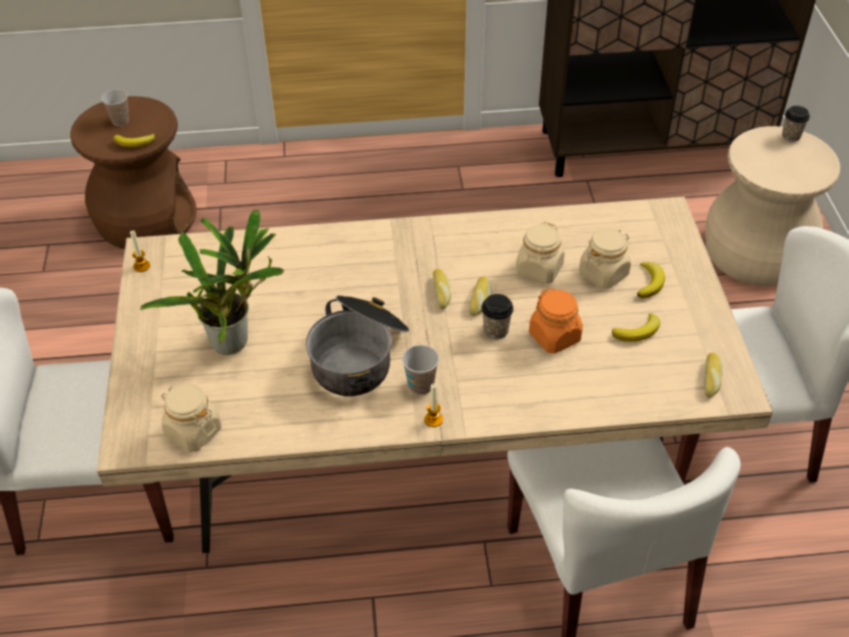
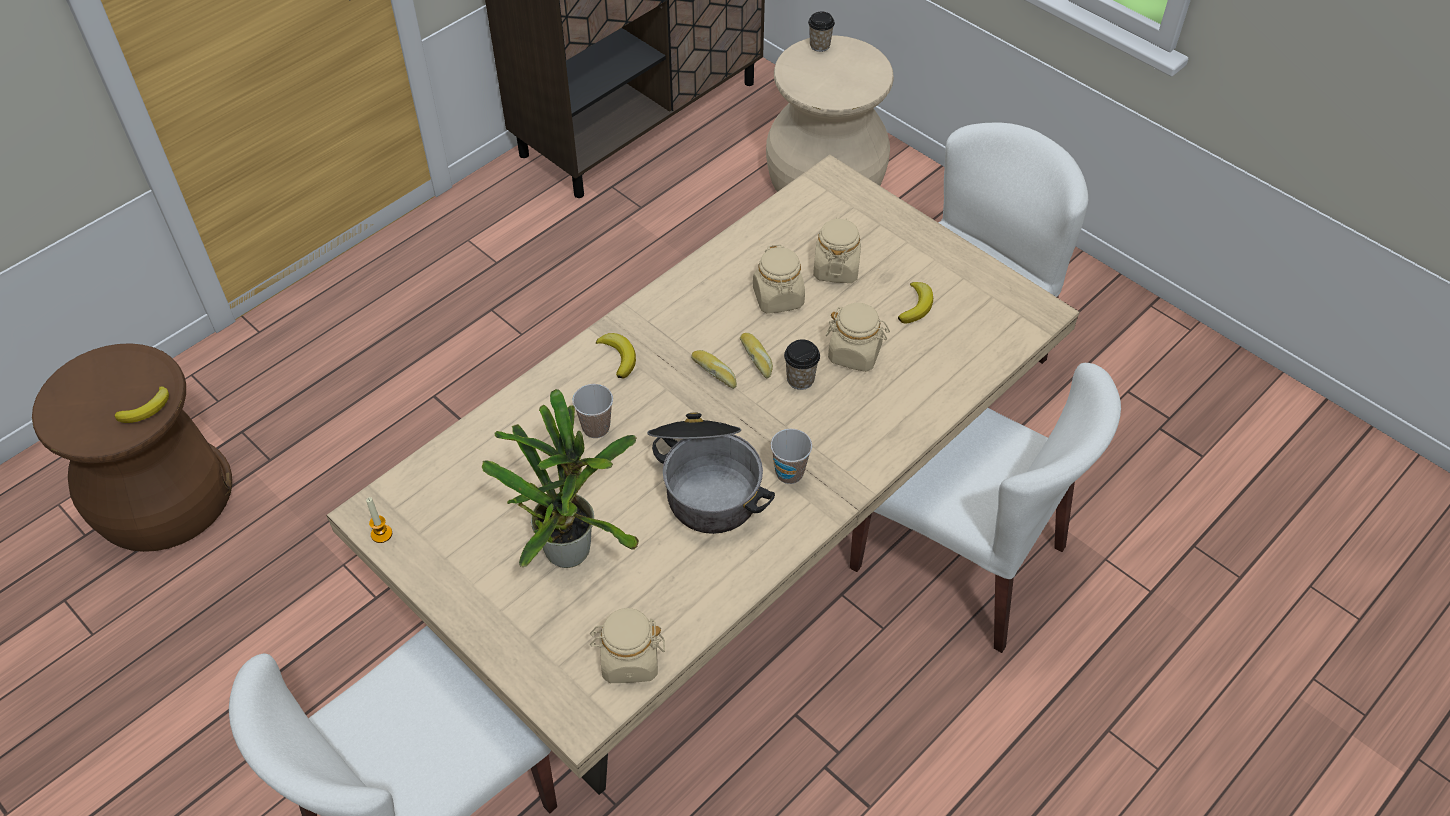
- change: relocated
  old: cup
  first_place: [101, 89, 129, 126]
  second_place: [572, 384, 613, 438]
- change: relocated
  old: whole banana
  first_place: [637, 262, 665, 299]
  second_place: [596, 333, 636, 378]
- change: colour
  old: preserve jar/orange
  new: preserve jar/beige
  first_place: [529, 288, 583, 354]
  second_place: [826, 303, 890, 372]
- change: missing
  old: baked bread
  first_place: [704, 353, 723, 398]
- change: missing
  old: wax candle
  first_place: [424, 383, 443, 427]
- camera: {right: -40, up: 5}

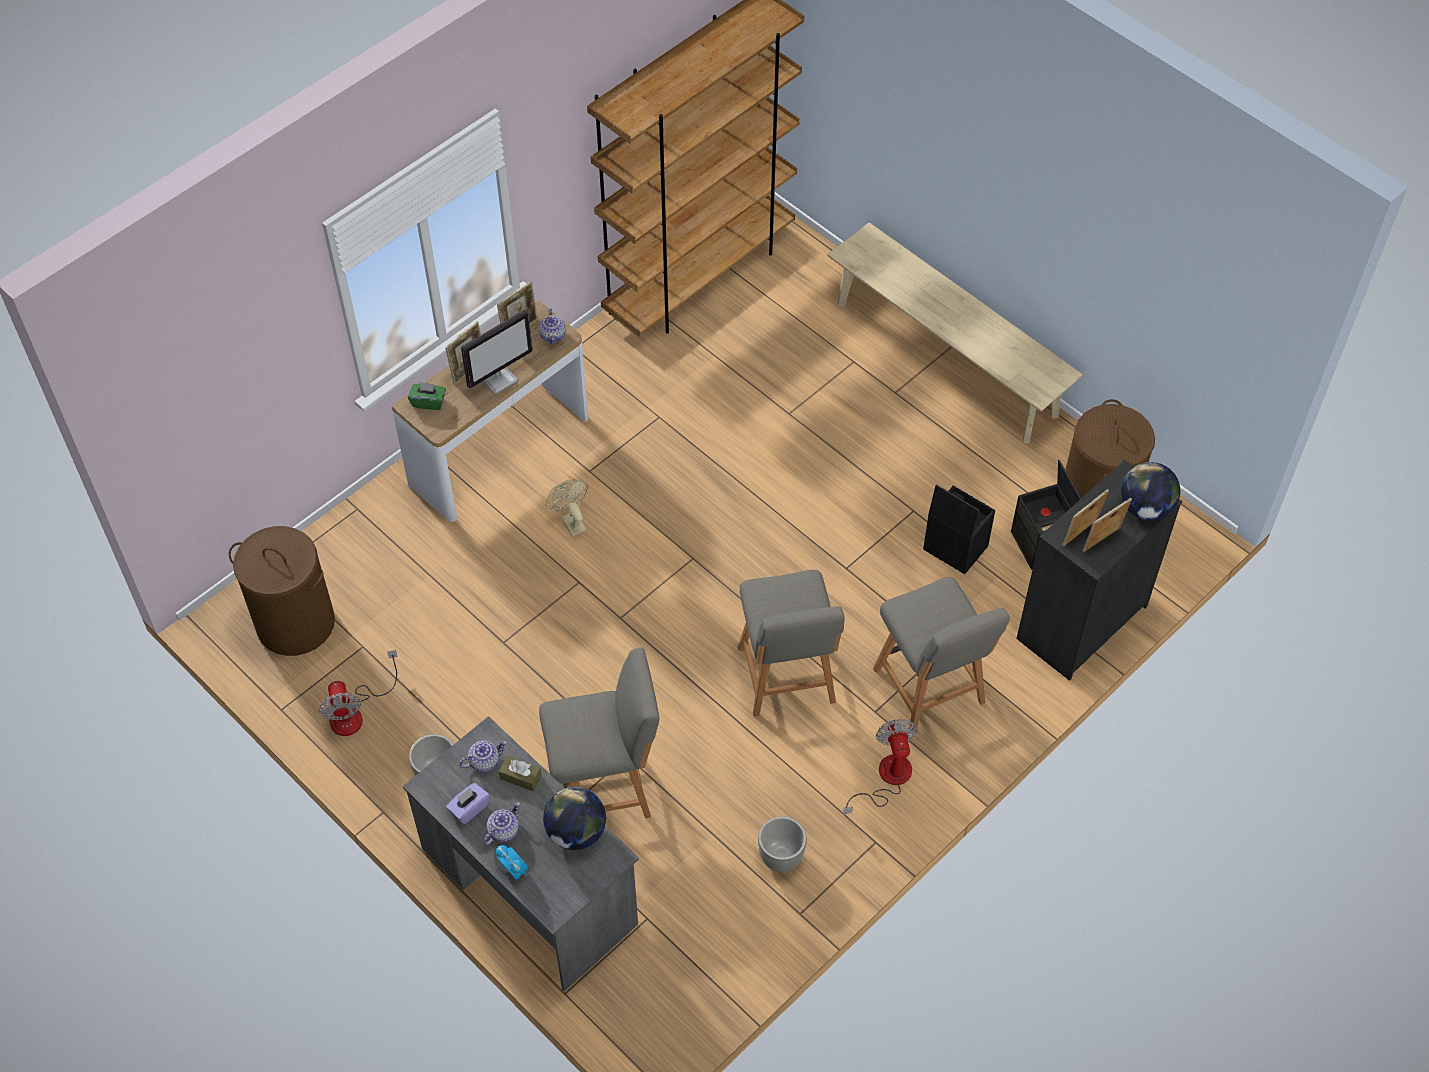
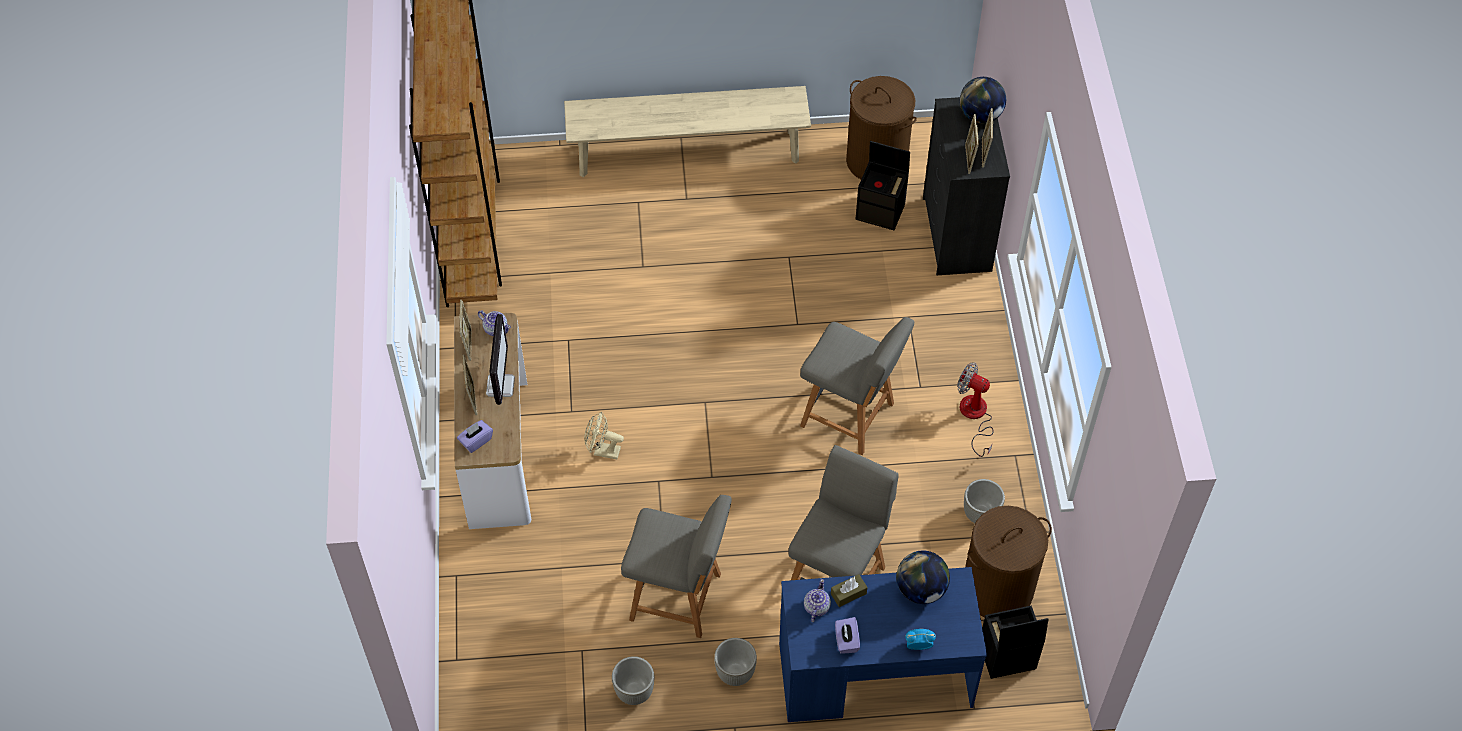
- change: colour
  old: tissue holder/green
  new: tissue holder/purple-coloured
  first_place: [408, 382, 446, 410]
  second_place: [457, 420, 493, 453]
- change: relocated
  old: storage container/black-coloured
  first_place: [923, 484, 995, 574]
  second_place: [982, 606, 1049, 679]
- change: relocated
  old: washing basket/brown-coloured
  first_place: [228, 526, 335, 656]
  second_place: [965, 506, 1052, 617]
- change: relocated
  old: chair/gray
  first_place: [873, 577, 1010, 732]
  second_place: [621, 495, 732, 638]
- change: exchanged
  old: cooling fan
  new: planter/gray
  first_place: [319, 650, 397, 736]
  second_place: [612, 656, 655, 705]
- change: colour
  old: desk/gray
  new: desk/blue
  first_place: [403, 716, 639, 991]
  second_place: [779, 567, 987, 722]
- change: missing
  old: teapot
  first_place: [484, 802, 520, 845]
- camera: {right: -50, up: 0}

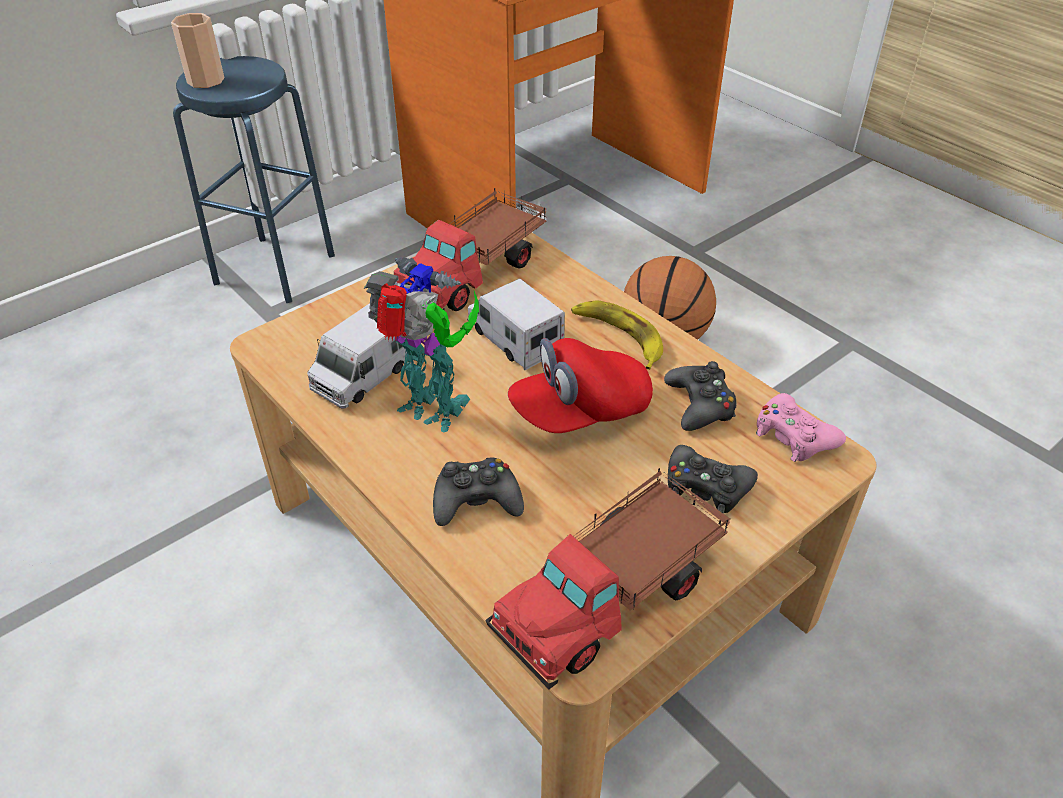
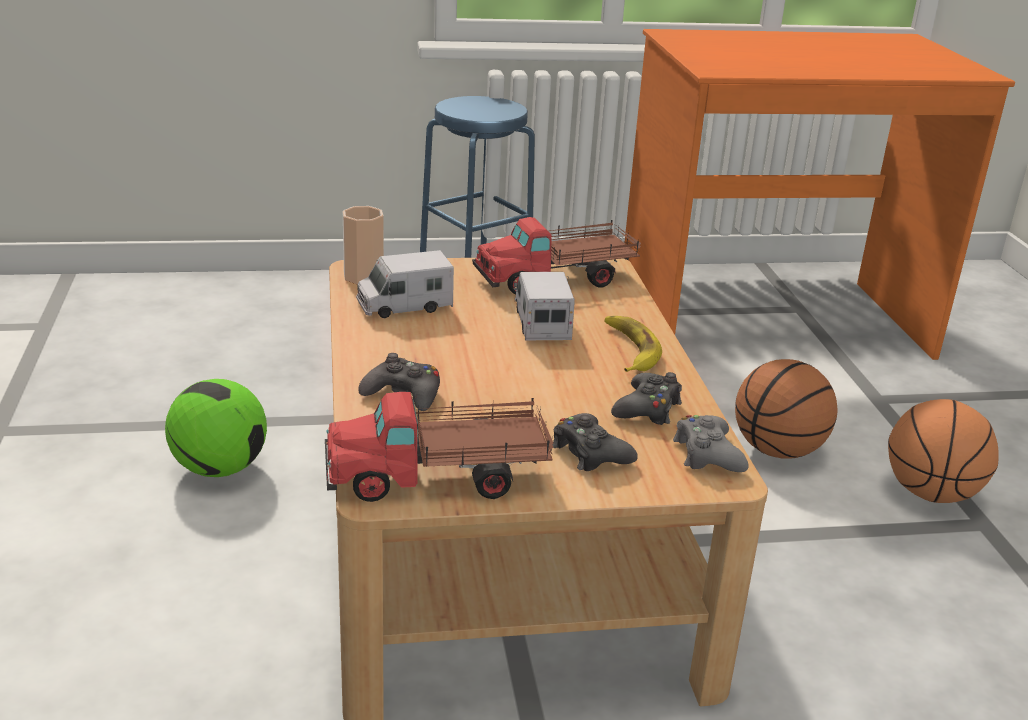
- change: relocated
  old: cup
  first_place: [171, 13, 225, 88]
  second_place: [343, 206, 384, 285]
- change: missing
  old: model robot
  first_place: [364, 257, 479, 432]
- change: missing
  old: baseball cap/red-coloured
  first_place: [508, 338, 653, 433]
- change: colour
  old: gamepad/pinkish
  new: gamepad/gray
  first_place: [756, 393, 846, 462]
  second_place: [673, 415, 748, 472]
- change: appeared
  new: ball for football
  second_place: [165, 379, 267, 477]
- change: appeared
  new: ball for basketball
  second_place: [888, 399, 999, 503]
- camera: {right: 30, up: -15}

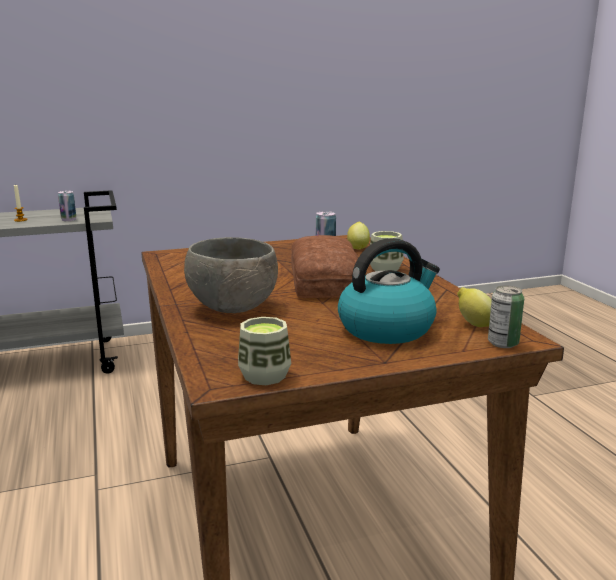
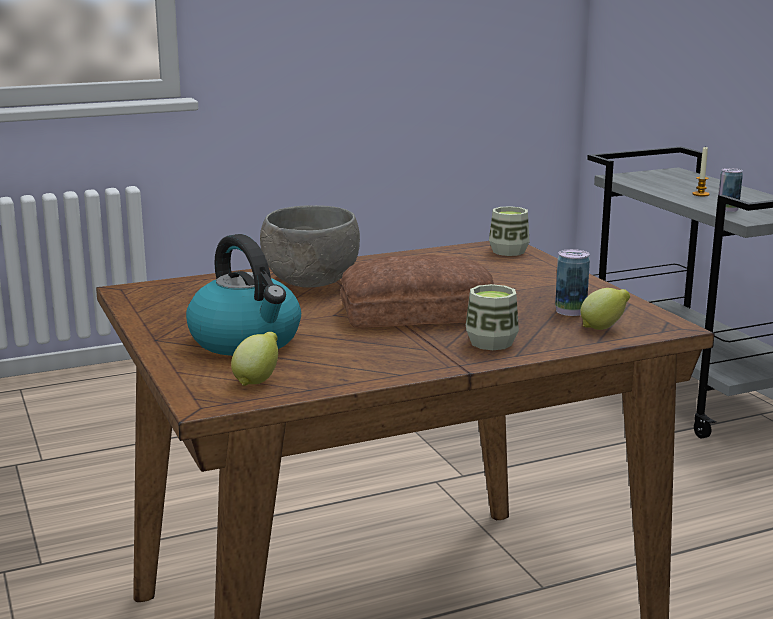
- change: missing
  old: metal can
  first_place: [488, 285, 524, 348]
- change: relocated
  old: cup
  first_place: [238, 317, 291, 385]
  second_place: [489, 206, 530, 256]
- camera: {right: 85, up: 0}

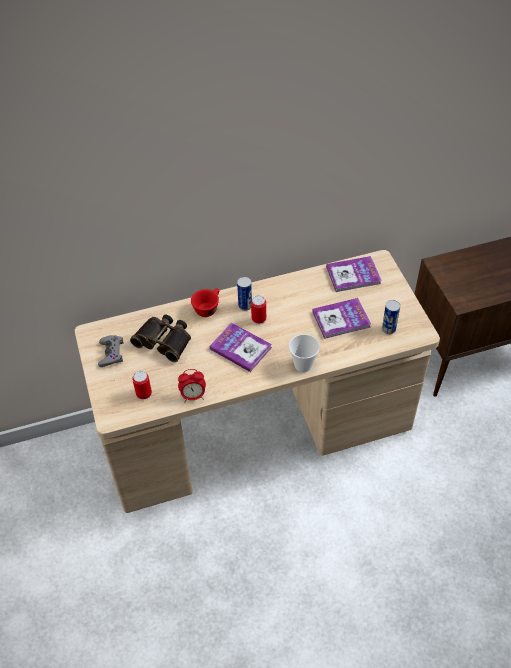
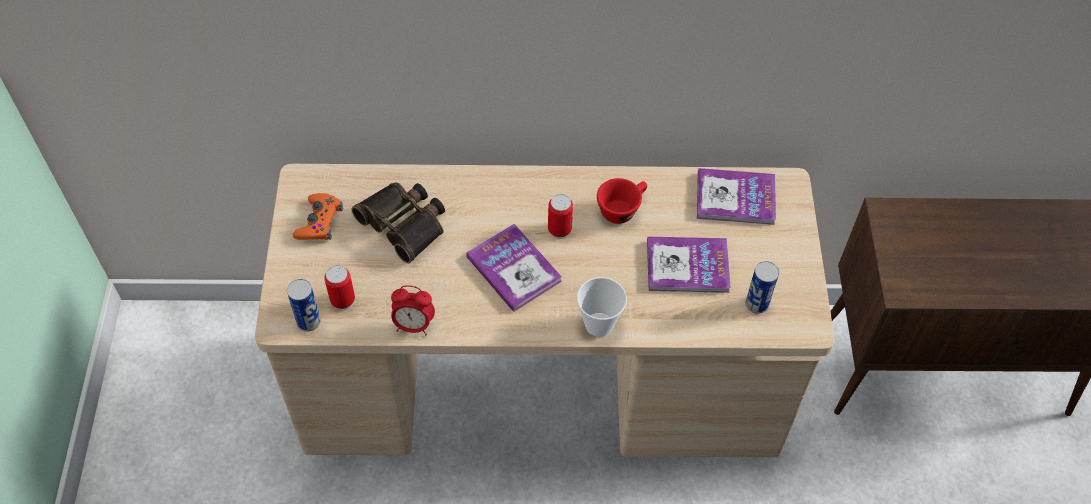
- change: relocated
  old: metal can
  first_place: [237, 277, 252, 311]
  second_place: [287, 279, 321, 331]
- change: relocated
  old: cup/red-coloured
  first_place: [191, 288, 219, 317]
  second_place: [597, 178, 647, 224]
- change: colour
  old: gamepad/gray
  new: gamepad/orange
  first_place: [98, 335, 123, 367]
  second_place: [293, 193, 343, 240]
- camera: {right: 15, up: 5}

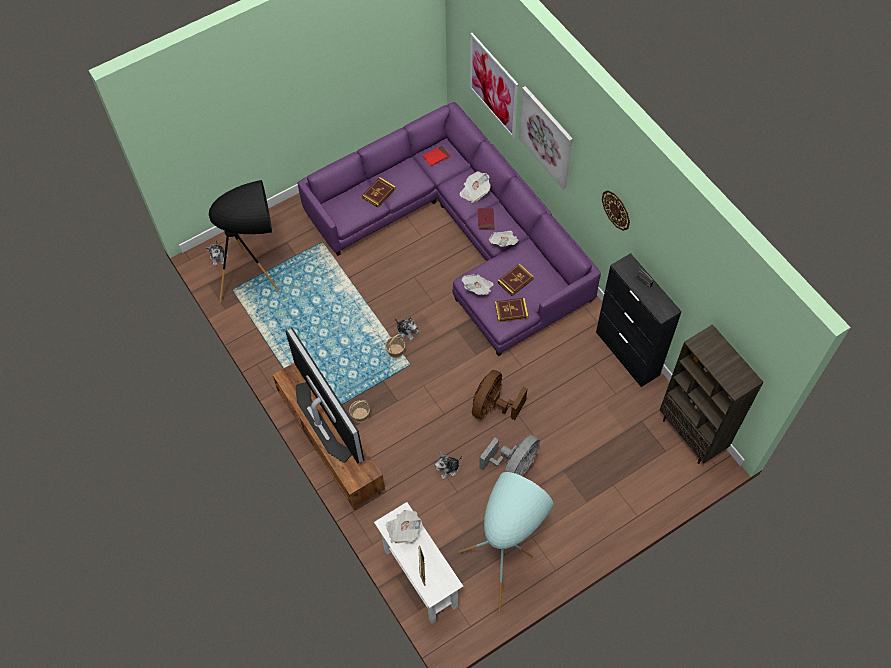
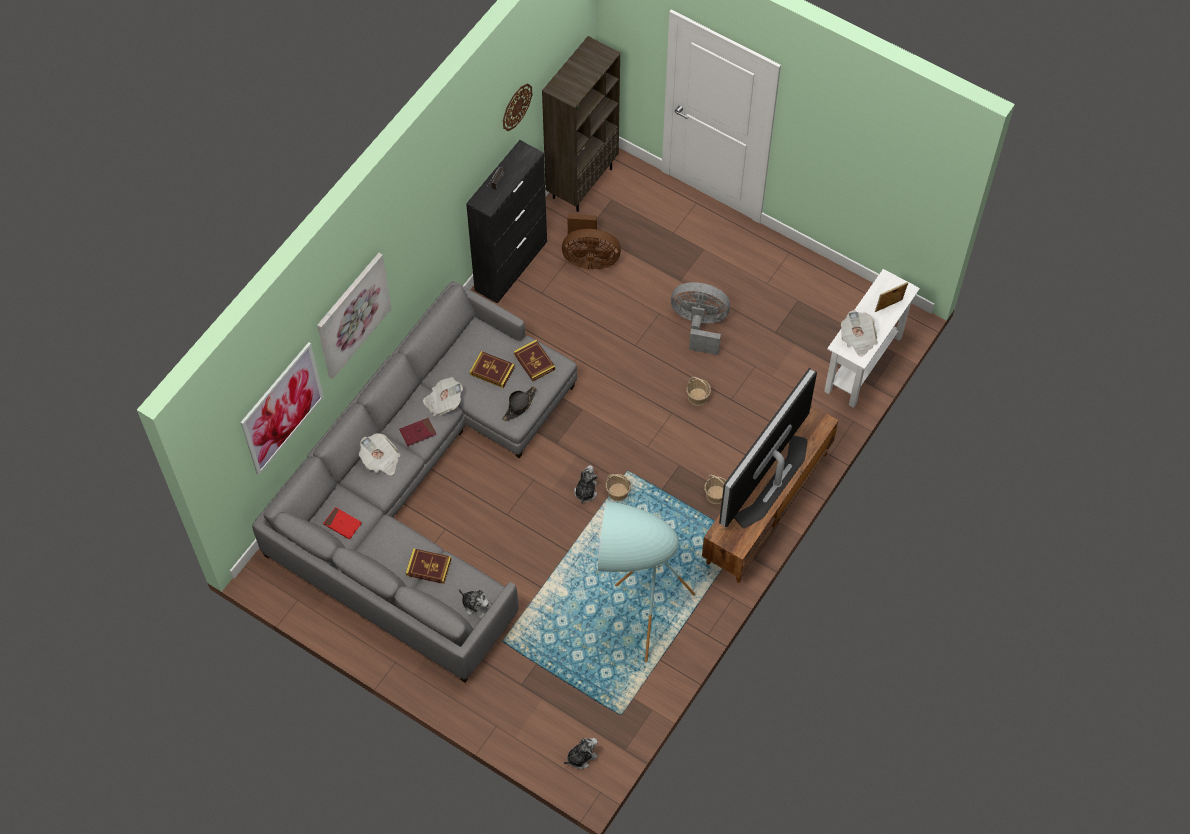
- change: colour
  old: settee/purple-coloured
  new: settee/gray
  first_place: [298, 102, 601, 356]
  second_place: [252, 281, 577, 683]
- change: missing
  old: floor lamp/black-coloured
  first_place: [209, 180, 280, 303]
- change: relocated
  old: wall clock
  first_place: [602, 190, 630, 231]
  second_place: [503, 83, 532, 131]
- change: exchanged
  old: printed paper
  new: clothing hat/black-coloured
  first_place: [462, 274, 494, 295]
  second_place: [502, 386, 537, 421]
- change: relocated
  old: cooling fan/brown-coloured
  first_place: [472, 370, 527, 420]
  second_place: [562, 214, 621, 269]
- change: relocated
  old: soft toy
  first_place: [435, 452, 462, 479]
  second_place: [459, 589, 491, 619]
- change: relocated
  old: floor lamp/blue-green
  first_place: [458, 472, 554, 615]
  second_place: [598, 501, 696, 662]
- change: appeared
  new: basket
  second_place: [686, 377, 711, 406]
- camera: {right: -115, up: 0}

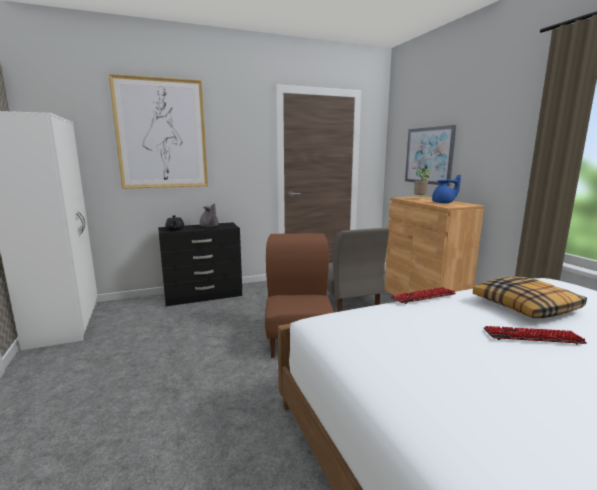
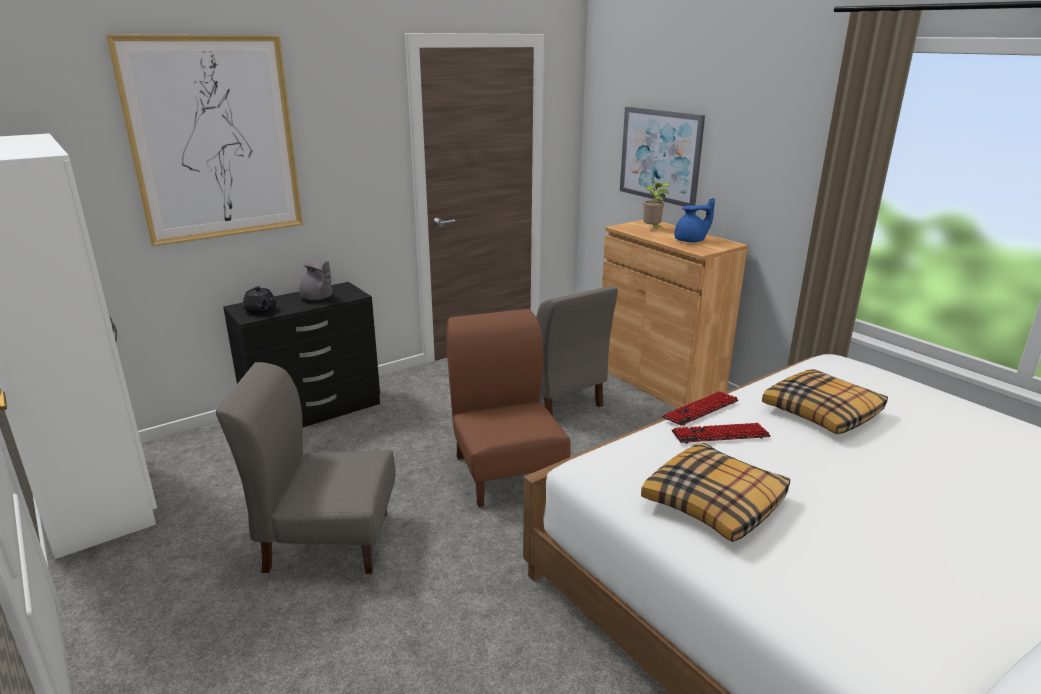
- change: relocated
  old: computer keyboard
  first_place: [483, 326, 587, 345]
  second_place: [672, 423, 770, 444]
- change: appeared
  new: chair/gray
  second_place: [216, 362, 395, 574]
- change: appeared
  new: cushion
  second_place: [641, 443, 790, 542]
- camera: {right: -15, up: 10}

